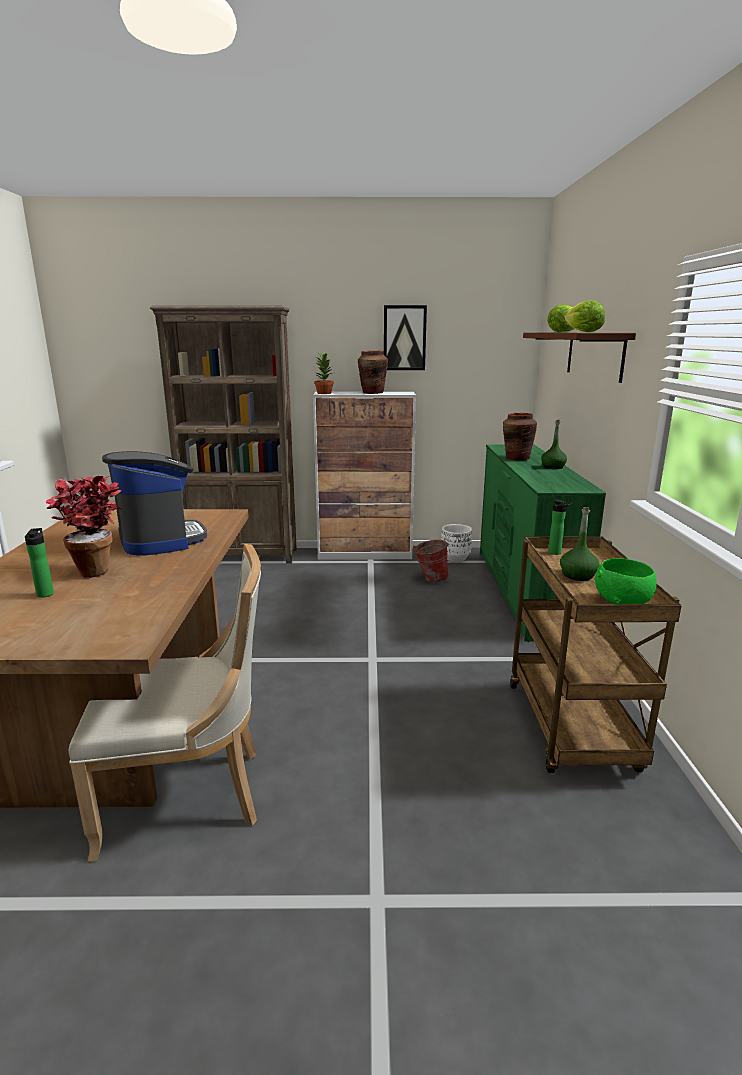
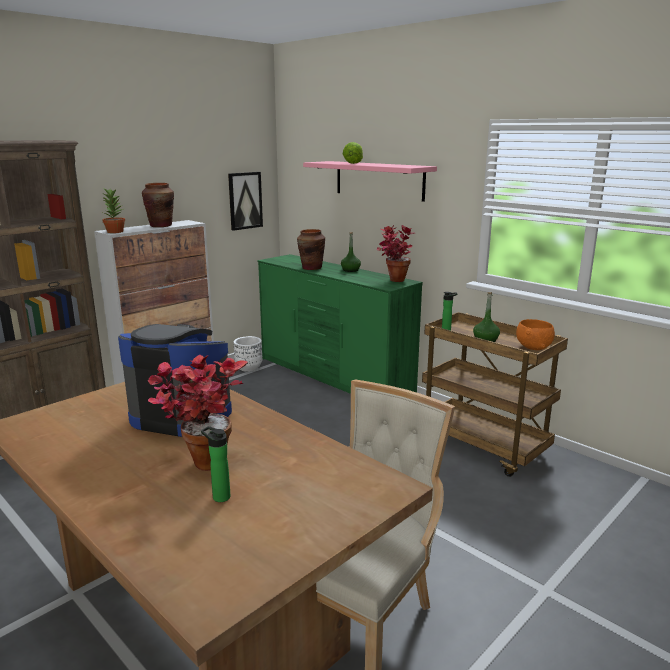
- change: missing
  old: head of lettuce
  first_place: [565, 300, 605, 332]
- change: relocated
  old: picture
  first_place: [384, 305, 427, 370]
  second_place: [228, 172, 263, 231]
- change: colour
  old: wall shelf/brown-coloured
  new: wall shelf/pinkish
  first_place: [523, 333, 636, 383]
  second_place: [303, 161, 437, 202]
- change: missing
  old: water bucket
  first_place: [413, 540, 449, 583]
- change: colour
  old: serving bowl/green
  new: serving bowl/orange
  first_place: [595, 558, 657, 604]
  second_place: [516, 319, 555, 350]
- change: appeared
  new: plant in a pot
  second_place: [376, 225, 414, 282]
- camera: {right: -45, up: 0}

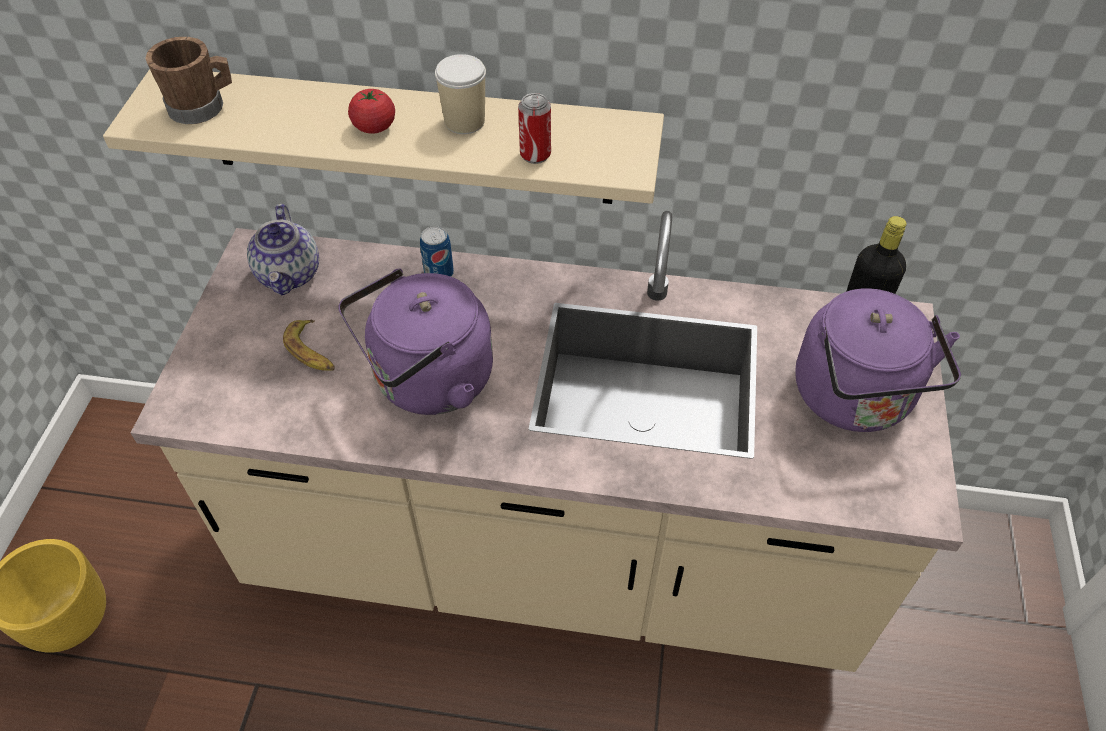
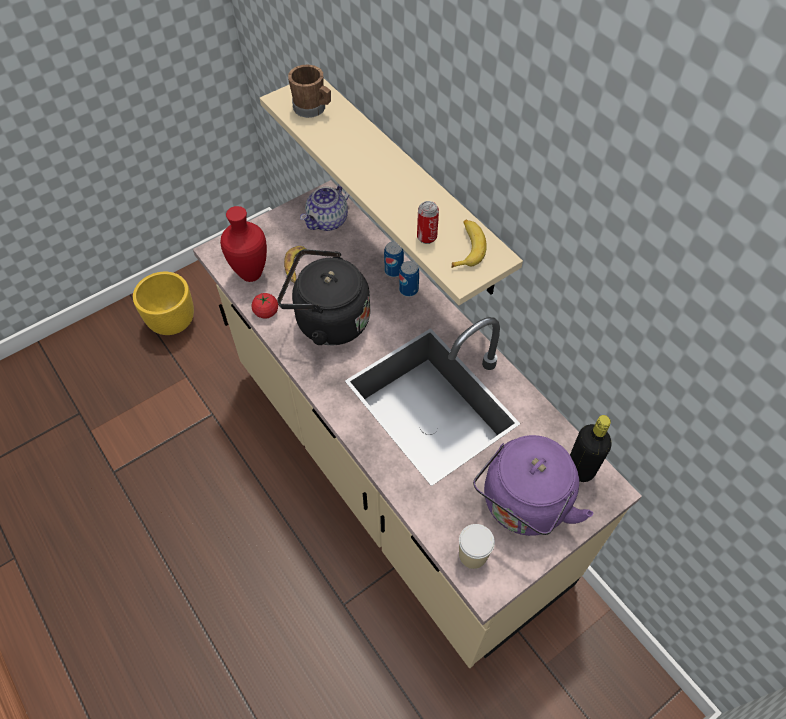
- change: relocated
  old: cup
  first_place: [435, 54, 486, 134]
  second_place: [459, 524, 495, 569]
- change: relocated
  old: whole tomato
  first_place: [348, 88, 395, 134]
  second_place: [251, 293, 278, 319]
- change: colour
  old: tea kettle/purple-coloured
  new: tea kettle/black-coloured
  first_place: [339, 268, 493, 415]
  second_place: [277, 249, 370, 345]
- change: appeared
  new: decorative vase/red-coloured
  second_place: [220, 206, 267, 282]
- change: appeared
  new: whole banana
  second_place: [452, 220, 487, 268]
- change: appeared
  new: metal can
  second_place: [399, 261, 419, 297]
- camera: {right: 45, up: 5}

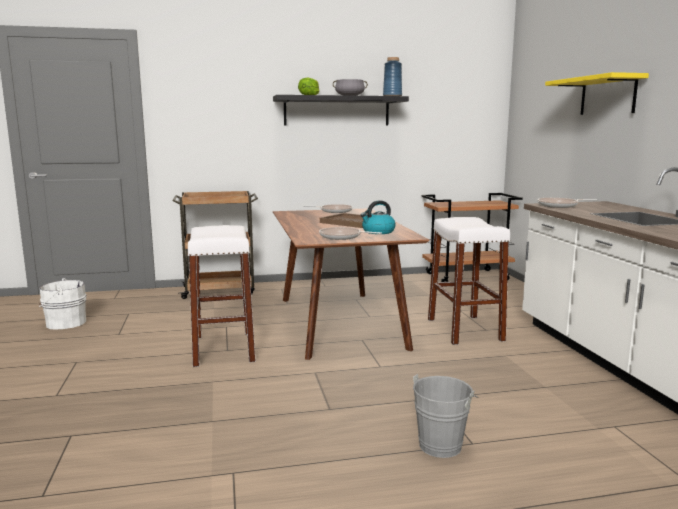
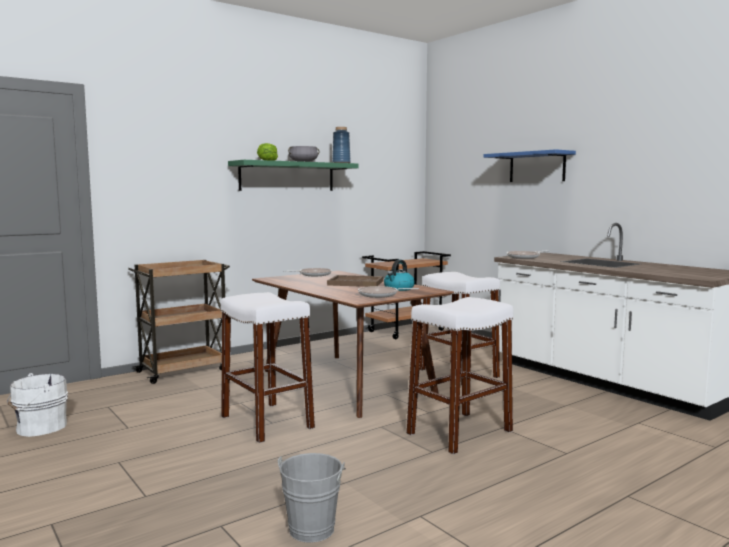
- change: colour
  old: wall shelf/yellow-coloured
  new: wall shelf/blue
  first_place: [545, 72, 649, 115]
  second_place: [483, 149, 576, 182]
- change: colour
  old: wall shelf/black-coloured
  new: wall shelf/green
  first_place: [273, 95, 409, 126]
  second_place: [228, 160, 359, 191]
- change: relocated
  old: water bucket/gray
  first_place: [413, 374, 479, 458]
  second_place: [278, 453, 346, 543]
- change: appeared
  new: stool seat/whitish
  second_place: [406, 297, 513, 455]
- camera: {right: -25, up: -5}

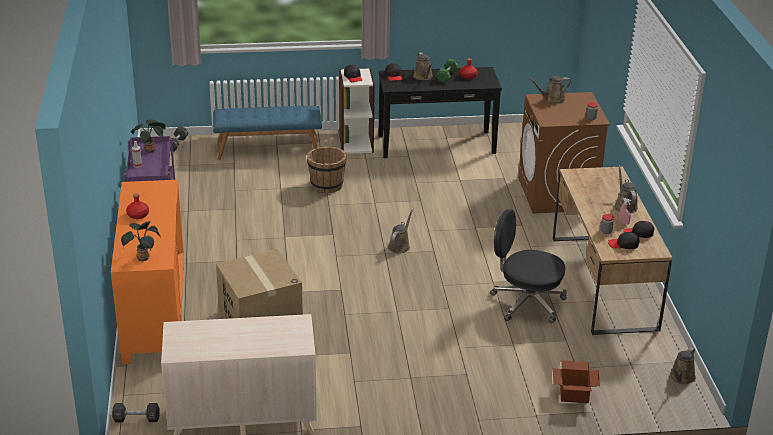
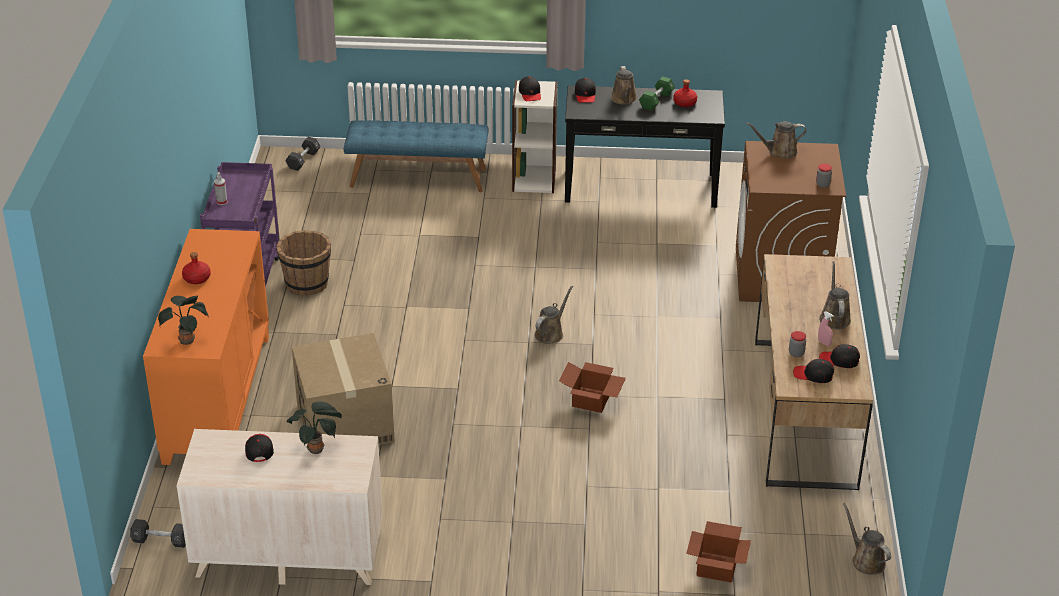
- change: relocated
  old: plant in a pot
  first_place: [131, 119, 166, 153]
  second_place: [286, 402, 342, 454]
- change: relocated
  old: water bucket/brown-coloured
  first_place: [307, 146, 346, 193]
  second_place: [276, 230, 331, 295]
- change: missing
  old: computer chair/black-coloured
  first_place: [490, 209, 567, 323]
- change: spun
  old: watering can/brown-coloured
  first_place: [670, 347, 696, 384]
  second_place: [843, 503, 891, 575]
  degrees: 105
- change: appeared
  new: packing box
  second_place: [559, 362, 626, 413]
- change: appeared
  new: baseball cap/black-coloured
  second_place: [245, 434, 274, 462]
- camera: {right: 10, up: 5}

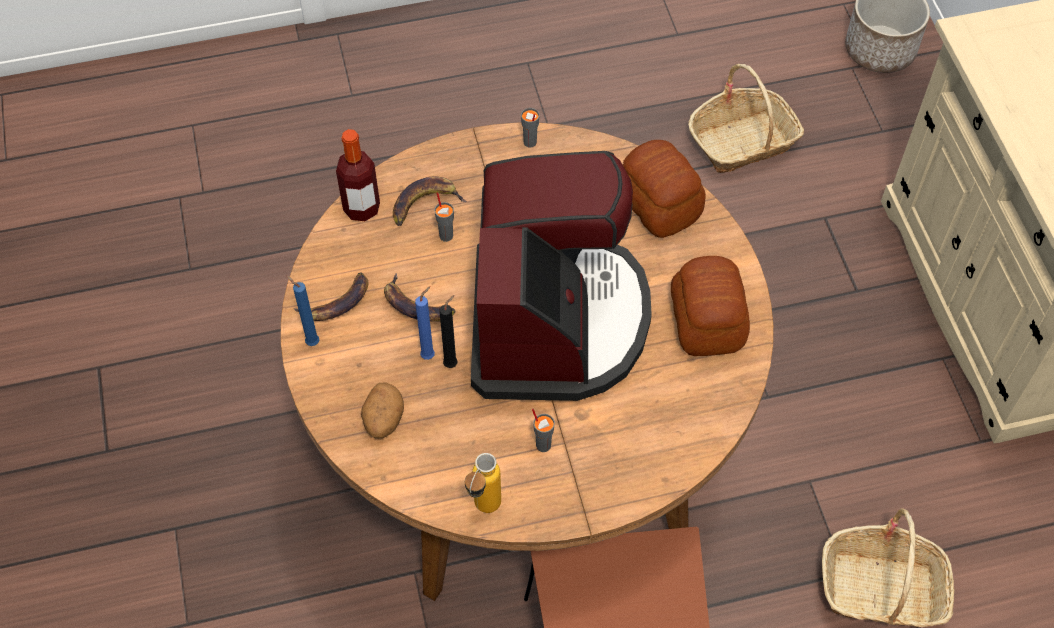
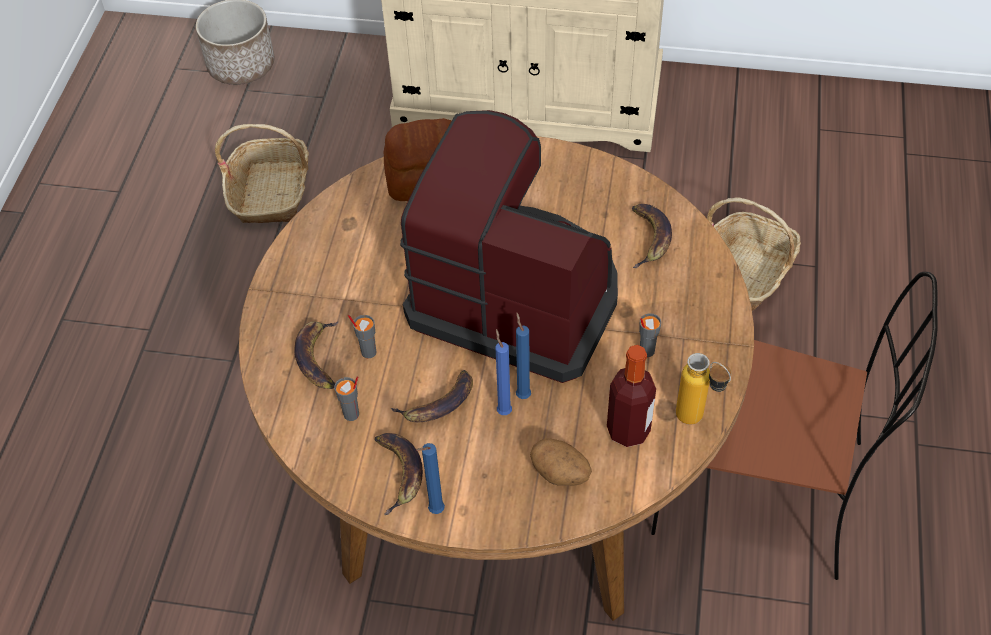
- change: relocated
  old: cup/gray
  first_place: [521, 108, 539, 147]
  second_place: [334, 376, 359, 421]
- change: relocated
  old: beverage bottle
  first_place: [336, 129, 380, 221]
  second_place: [607, 345, 656, 447]
- change: missing
  old: baked bread
  first_place: [671, 256, 750, 356]
- change: colour
  old: wax candle/black-coloured
  new: wax candle/blue
  first_place: [439, 295, 458, 368]
  second_place: [516, 313, 531, 399]
- change: appeared
  new: whole banana
  second_place: [632, 204, 672, 268]
- camera: {right: -65, up: -5}

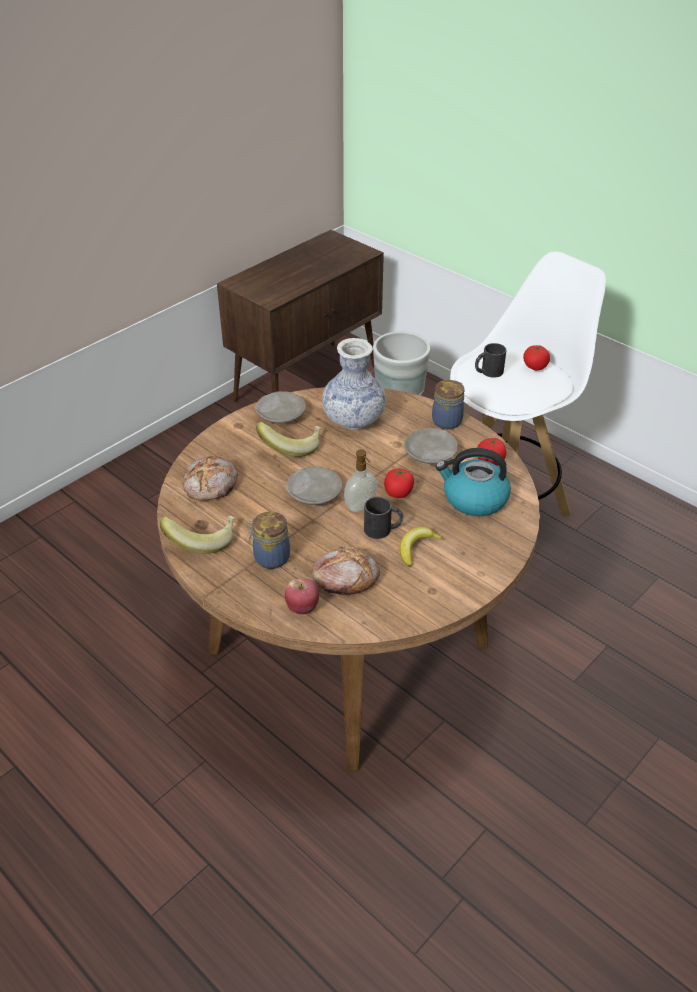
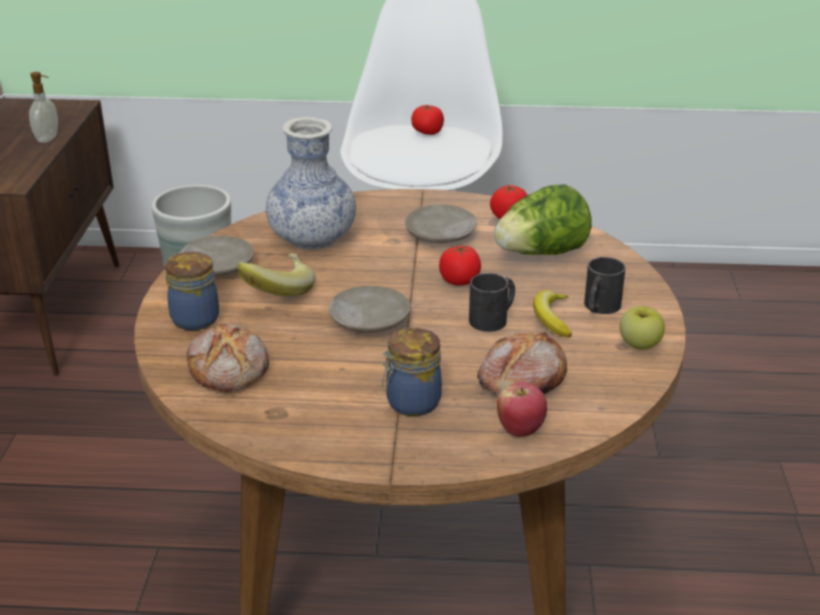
- change: relocated
  old: tea mug/black-coloured
  first_place: [475, 343, 506, 378]
  second_place: [584, 257, 626, 314]
- change: relocated
  old: preserve jar
  first_place: [432, 380, 465, 429]
  second_place: [165, 252, 219, 330]
- change: exchanged
  old: tea kettle
  new: head of lettuce
  first_place: [435, 448, 511, 516]
  second_place: [494, 185, 592, 255]
- change: relocated
  old: soap dispenser
  first_place: [344, 449, 377, 512]
  second_place: [29, 72, 58, 143]
- change: missing
  old: whole banana
  first_place: [160, 516, 236, 554]
- change: appeared
  new: whole apple
  second_place: [620, 306, 665, 350]
- camera: {right: -40, up: -10}

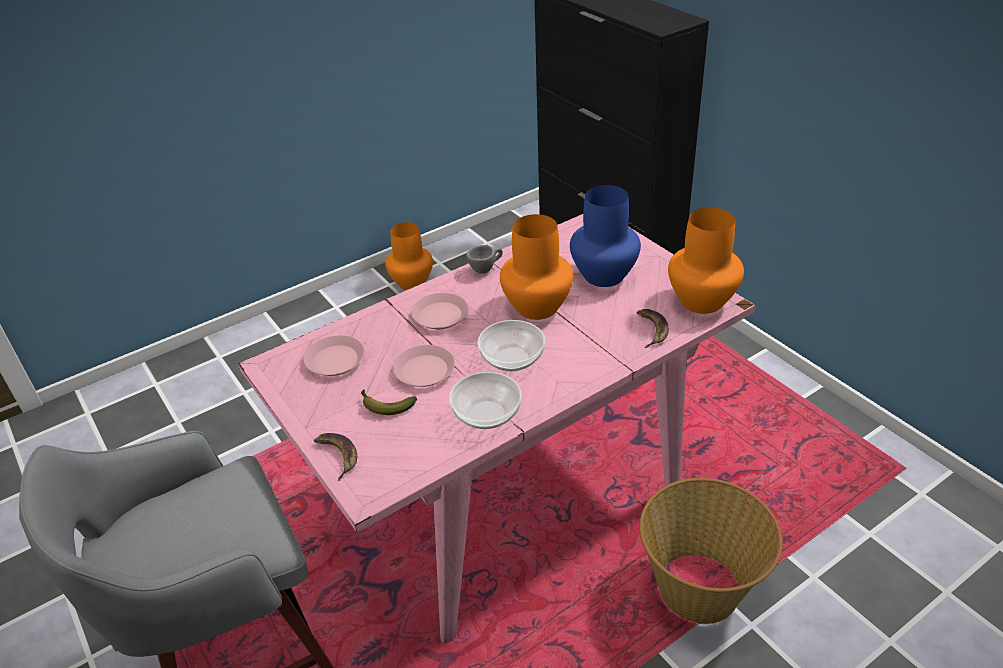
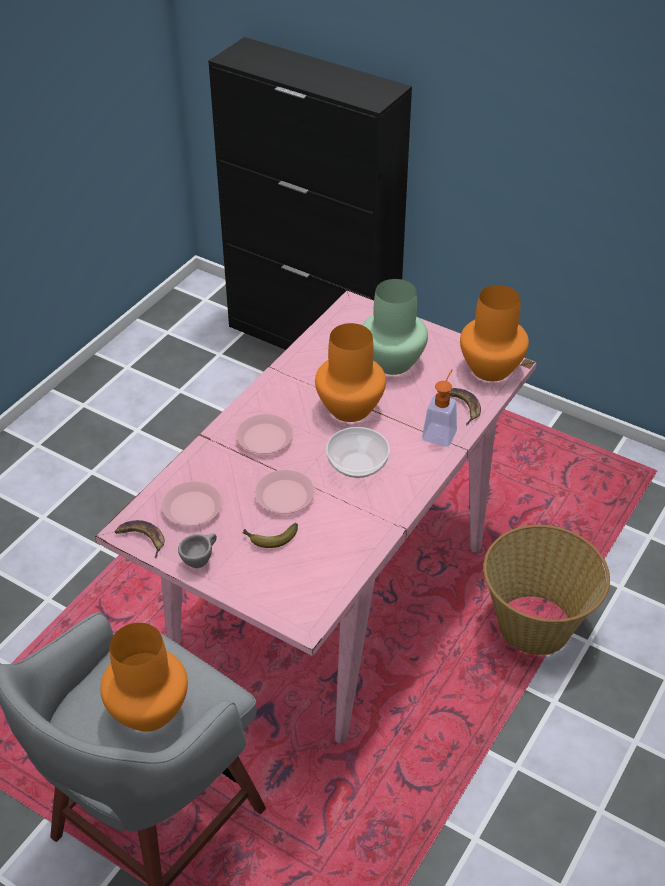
- change: colour
  old: decorative vase/blue
  new: decorative vase/green
  first_place: [570, 185, 641, 287]
  second_place: [363, 279, 428, 375]
- change: relocated
  old: decorative vase/orange
  first_place: [385, 222, 433, 290]
  second_place: [100, 623, 188, 732]
- change: relocated
  old: cup/gray
  first_place: [466, 245, 503, 274]
  second_place: [178, 533, 217, 568]
- change: missing
  old: serving bowl
  first_place: [449, 372, 522, 429]
- change: relocated
  old: whole banana
  first_place: [314, 433, 357, 481]
  second_place: [115, 520, 165, 559]
- change: appeared
  new: soap dispenser
  second_place: [422, 369, 457, 447]
- camera: {right: -25, up: 5}

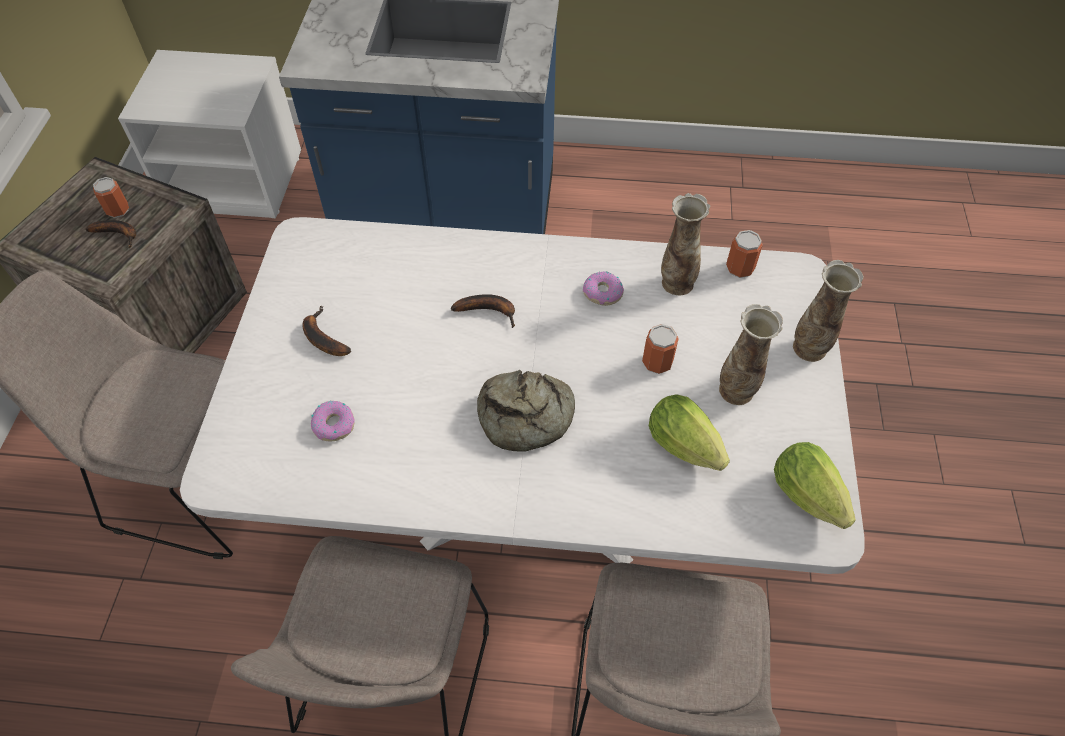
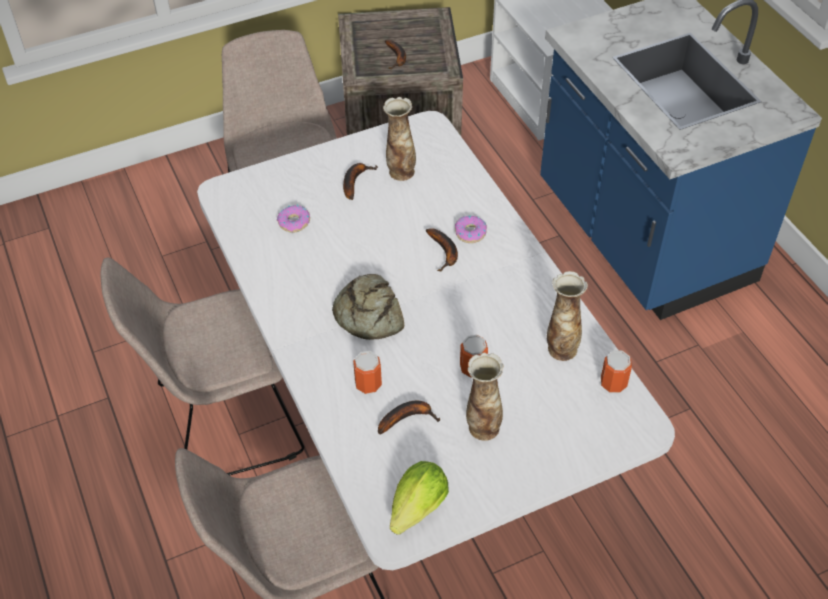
- change: relocated
  old: metal can
  first_place: [93, 177, 129, 218]
  second_place: [353, 351, 382, 394]
- change: relocated
  old: decorative vase
  first_place: [793, 260, 864, 362]
  second_place: [383, 97, 416, 181]
- change: relocated
  old: doughnut
  first_place: [583, 271, 624, 306]
  second_place: [455, 216, 487, 243]
- change: exchanged
  old: head of lettuce
  new: whole banana
  first_place: [649, 394, 730, 471]
  second_place: [378, 401, 440, 435]
- camera: {right: 60, up: -5}

